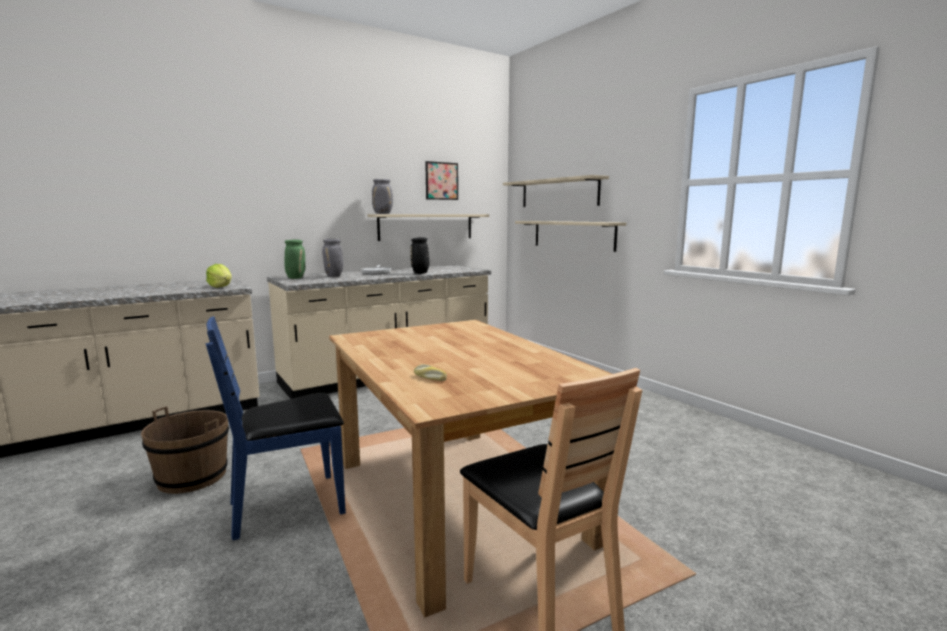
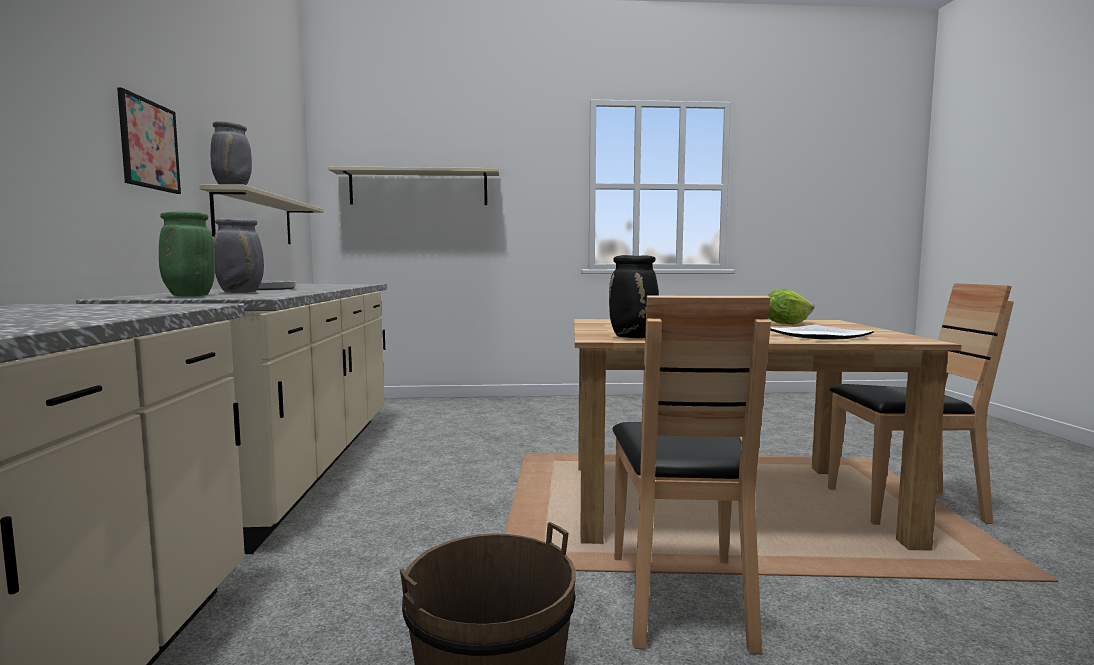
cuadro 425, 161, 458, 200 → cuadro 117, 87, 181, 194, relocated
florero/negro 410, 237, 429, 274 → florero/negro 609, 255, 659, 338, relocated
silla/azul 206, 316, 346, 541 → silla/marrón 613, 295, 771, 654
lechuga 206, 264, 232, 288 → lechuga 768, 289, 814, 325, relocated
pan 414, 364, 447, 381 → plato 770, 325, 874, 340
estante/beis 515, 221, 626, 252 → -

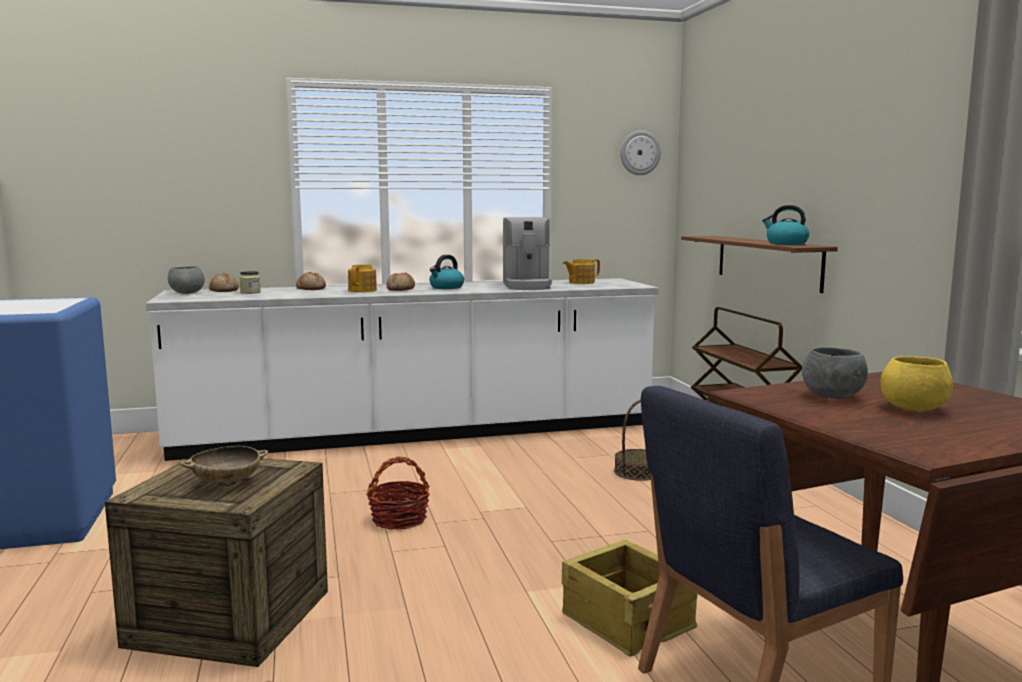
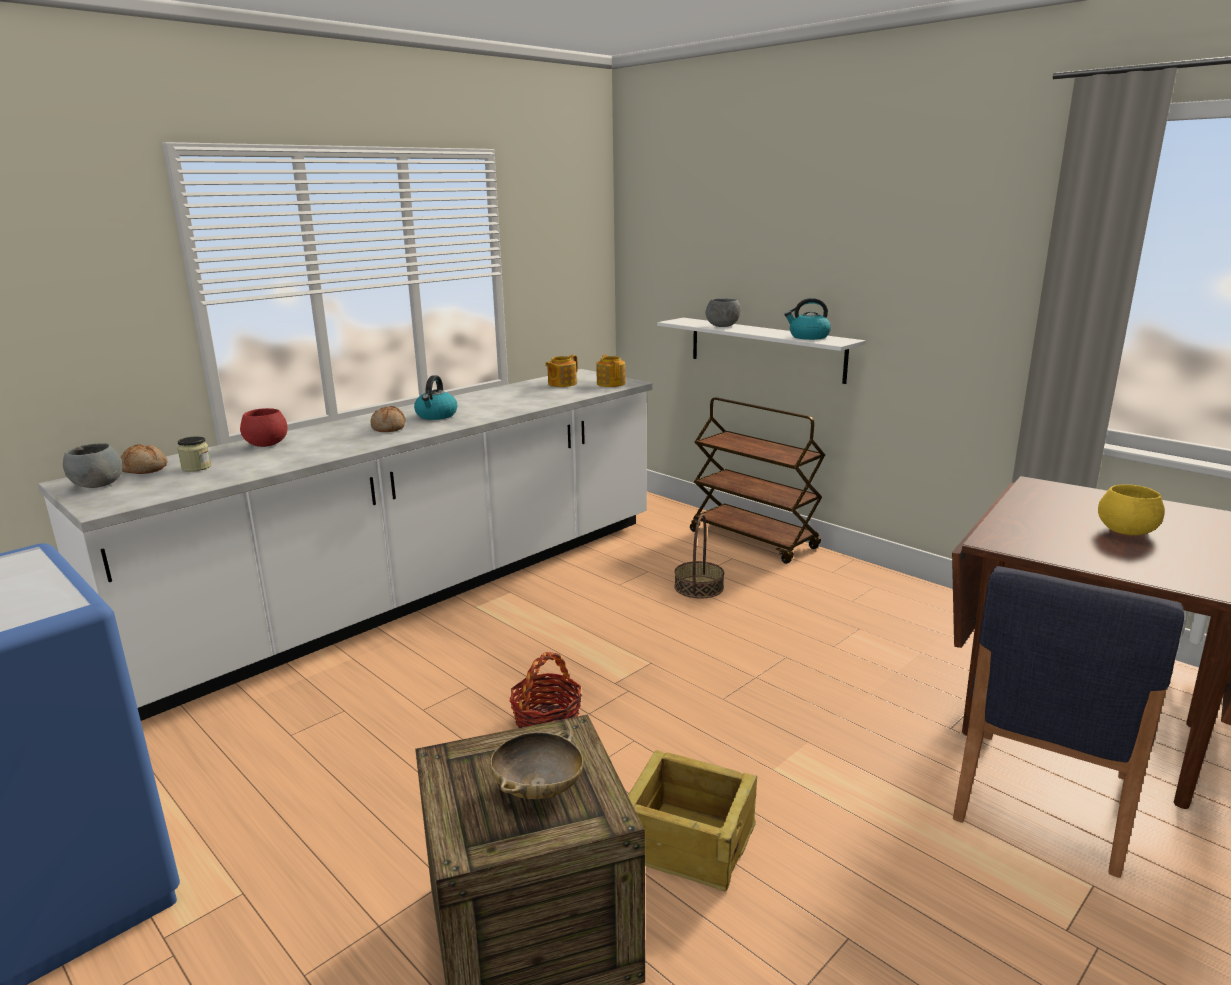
pan 296, 272, 326, 290 → cuenco/rojo 240, 408, 287, 447
tetera 348, 264, 377, 292 → tetera 597, 355, 626, 387, relocated
caja de embalaje 562, 540, 697, 656 → caja de embalaje 628, 750, 757, 891, relocated
estante/marrón 681, 236, 838, 293 → estante/blanco 657, 318, 865, 384
cuenco/gris 802, 347, 868, 399 → cuenco/gris 706, 298, 741, 327, relocated
cafetera 503, 217, 552, 290 → -
reloj de pared 620, 130, 661, 175 → -

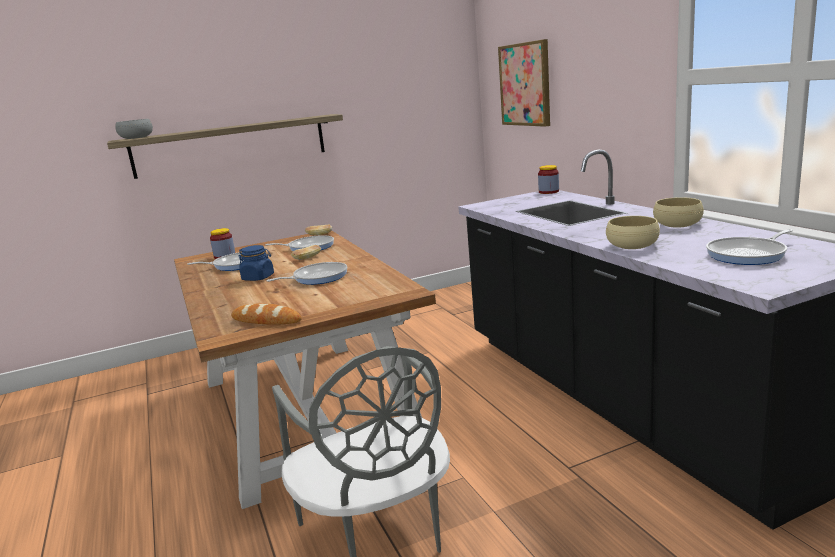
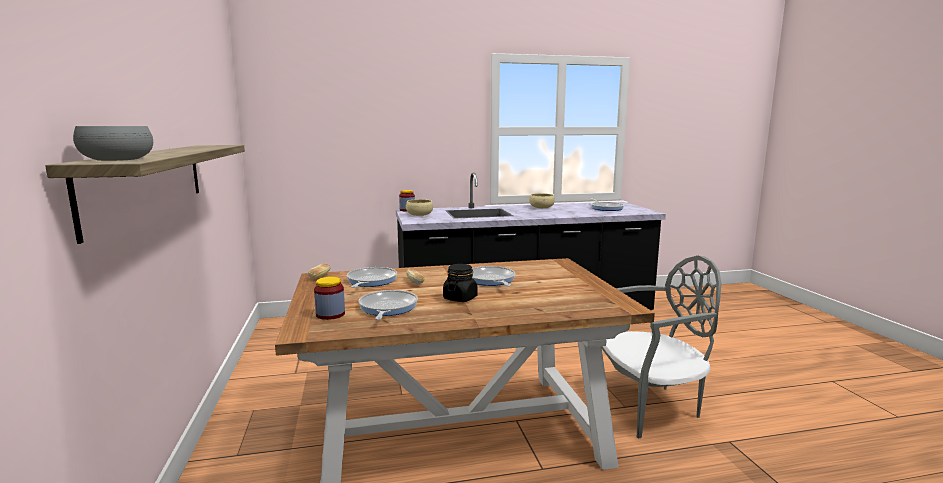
cuenco/beis 606, 216, 660, 249 → cuenco/beis 406, 199, 433, 216, relocated
tarro/azul 239, 245, 274, 281 → tarro/negro 443, 264, 478, 302
pan 231, 303, 302, 325 → -
cuadro 498, 39, 550, 127 → -

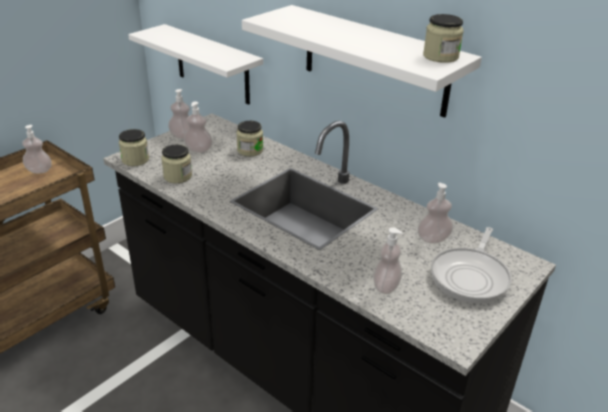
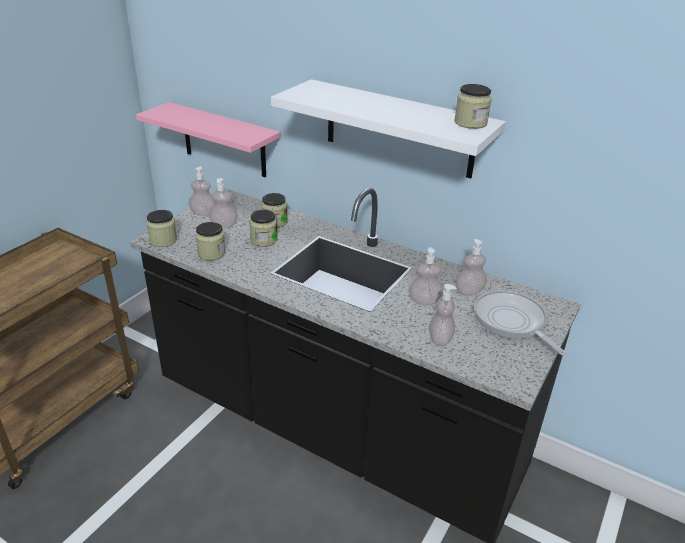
estante/blanco 128, 24, 263, 105 → estante/rosa 136, 102, 281, 177
- → tarro 249, 210, 278, 247
dispensador de jabón 22, 125, 52, 173 → dispensador de jabón 409, 247, 443, 305, relocated
sartén 431, 227, 512, 304 → sartén 474, 291, 566, 355, 135 degrees clockwise

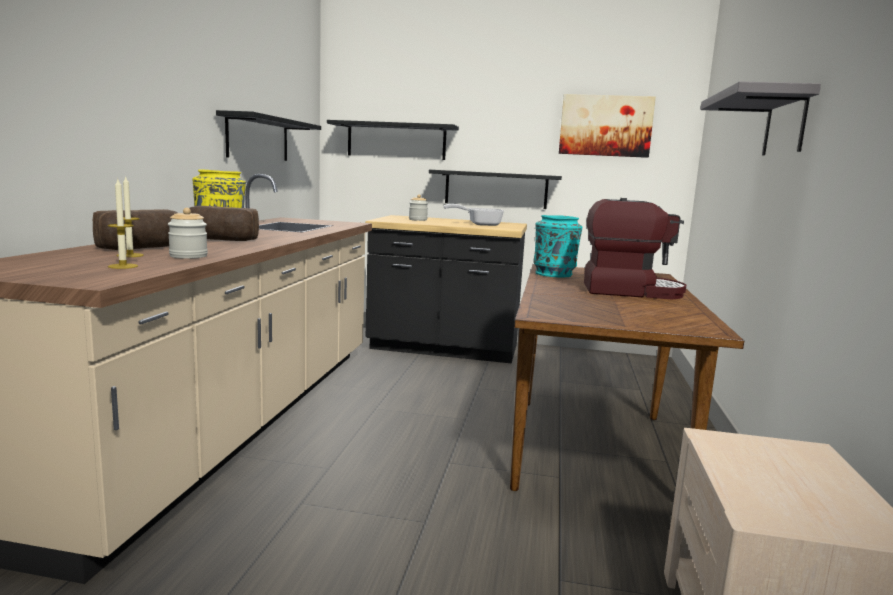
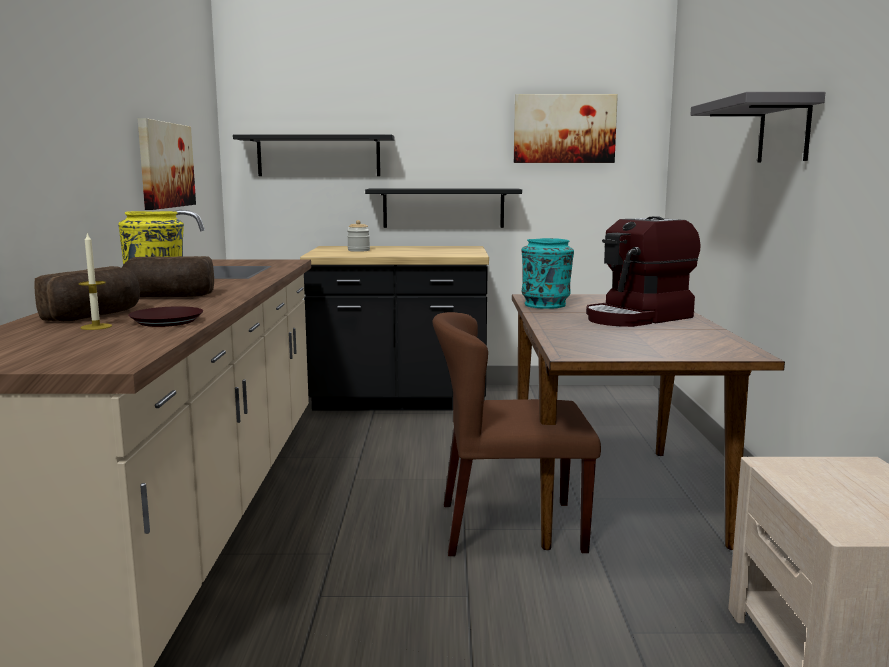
tarro 168, 208, 208, 259 → plato/marrón 128, 306, 203, 327
estante/negro 216, 110, 321, 161 → cuadro 138, 118, 196, 210
- → silla/marrón 433, 312, 601, 556
cafetera 584, 198, 686, 299 → cafetera 586, 216, 701, 327, 150 degrees clockwise
vela 107, 179, 138, 269 → -
sartén 443, 204, 504, 226 → -

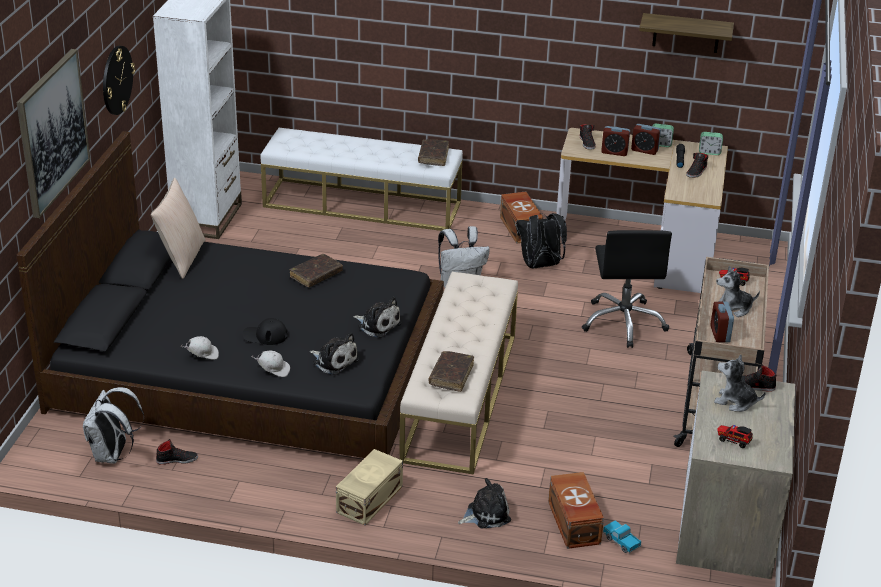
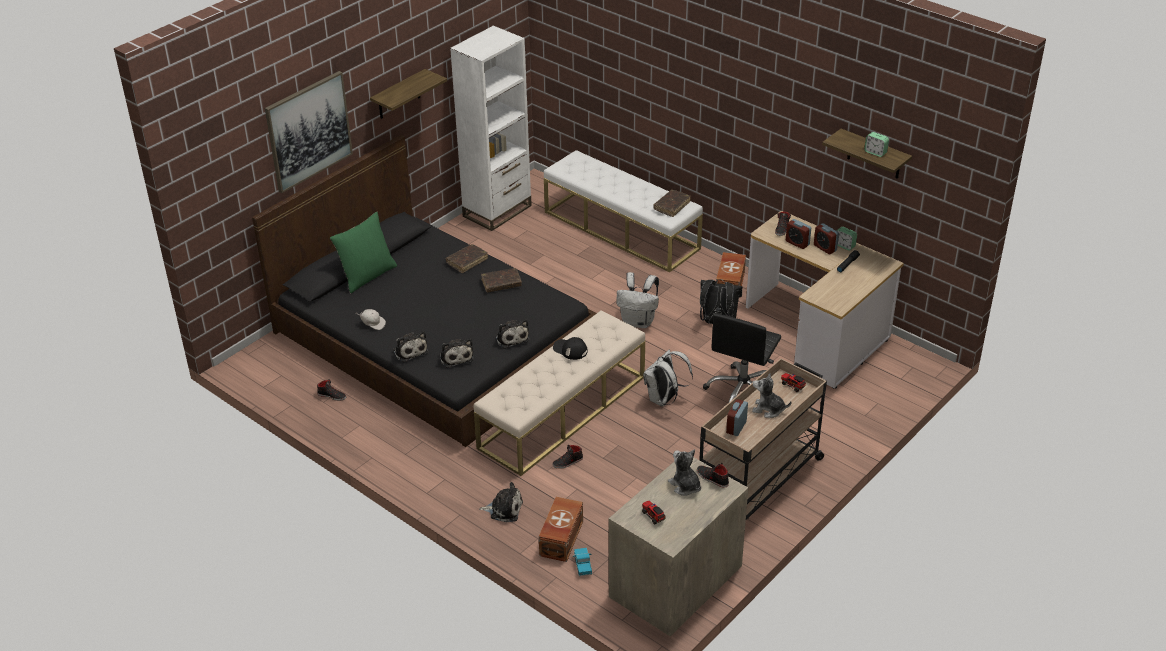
- → cojín/verde 330, 212, 397, 293
reloj de pared 103, 46, 135, 115 → estante 370, 69, 447, 119
gorra/blanco 252, 351, 290, 377 → peluche 393, 331, 428, 362
libro/marrón 429, 351, 474, 392 → libro/marrón 446, 244, 488, 273, relocated
zapato/negro 686, 153, 708, 178 → zapato/negro 552, 445, 583, 469, relocated
gorra/negro 243, 318, 288, 345 → gorra/negro 553, 337, 588, 360, relocated
mochila/blanco 83, 387, 144, 464 → mochila/blanco 643, 350, 693, 406, relocated
despertador 699, 132, 723, 155 → despertador 864, 132, 889, 157, relocated
cojín/beis 151, 178, 205, 279 → -
caja de almacenaje/beis 336, 449, 403, 525 → -

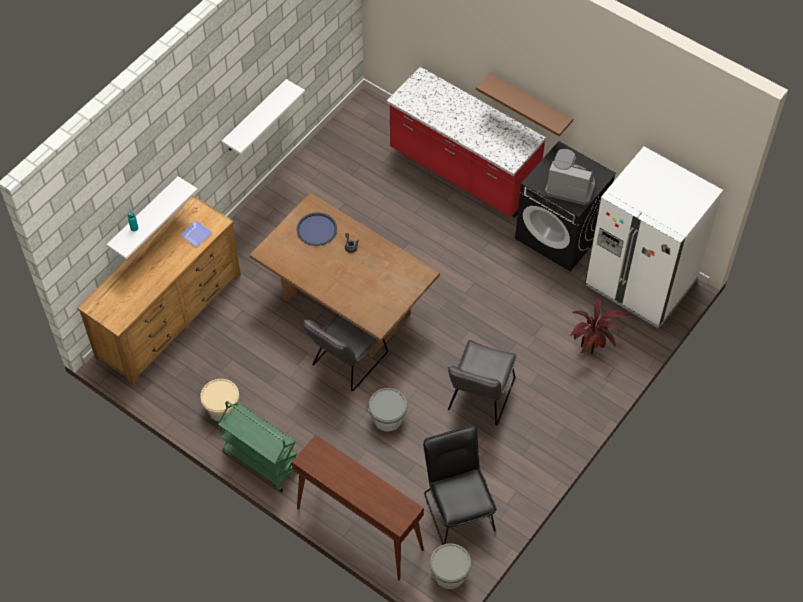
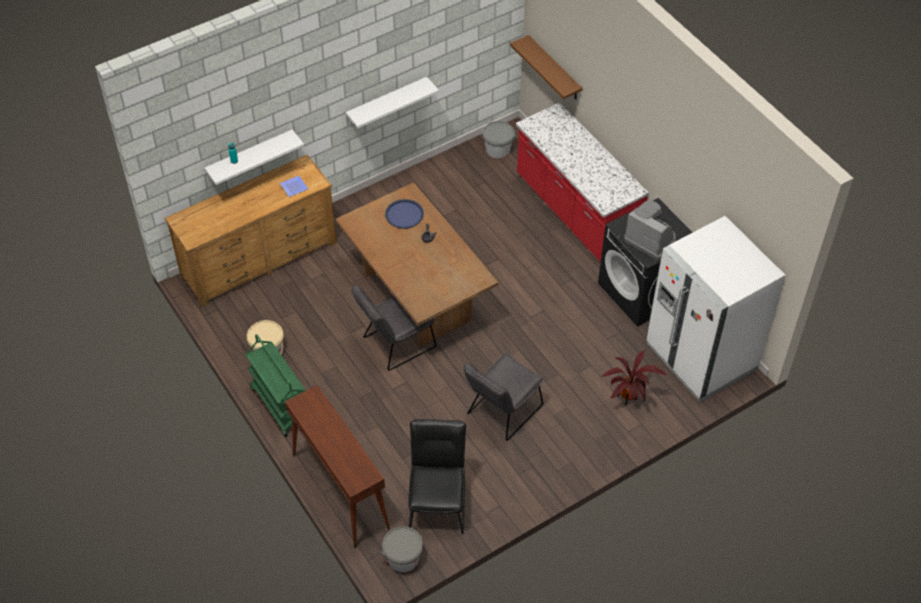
cubo/gris 366, 388, 408, 431 → cubo/gris 481, 121, 516, 158, relocated
estante/marrón 476, 73, 573, 136 → estante/marrón 510, 35, 583, 100, relocated

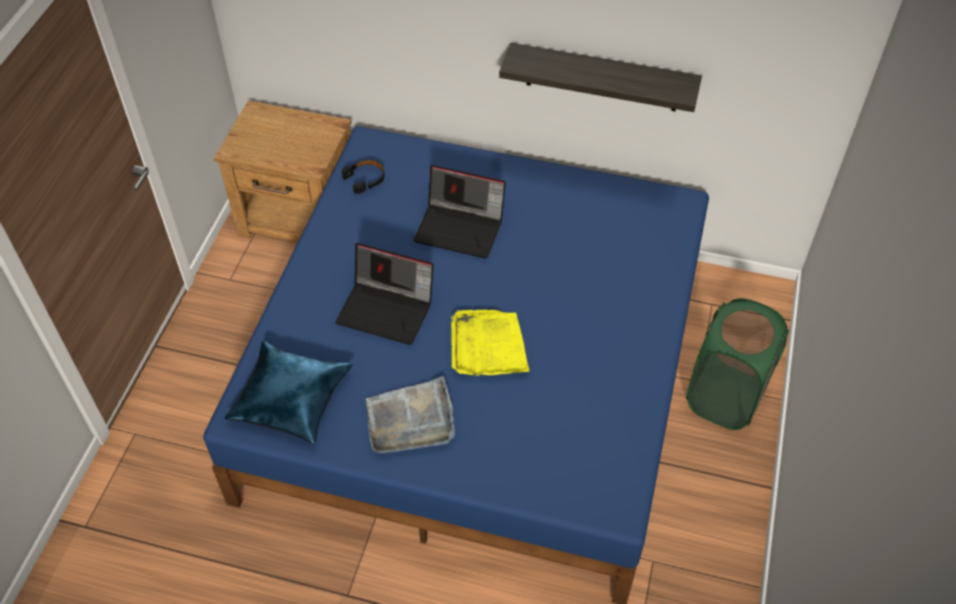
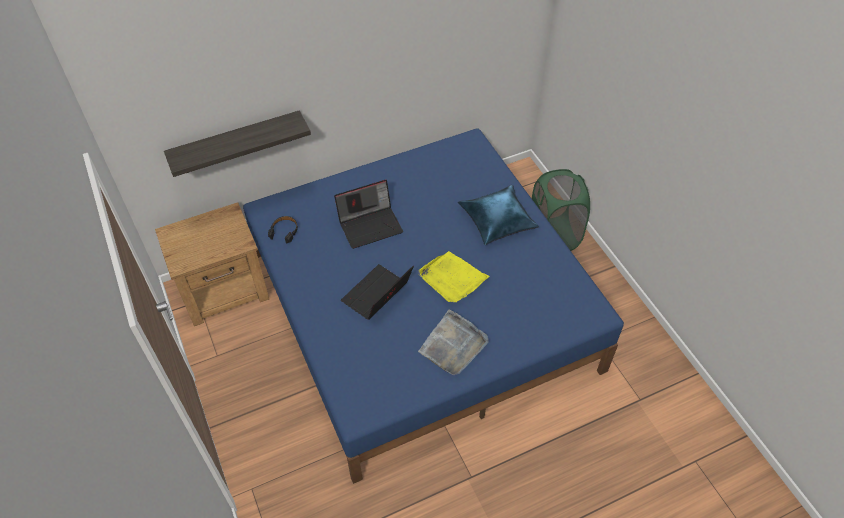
estante 499, 43, 702, 112 → estante 164, 111, 311, 177, relocated
portátil 335, 243, 434, 345 → portátil 341, 264, 414, 320, 150 degrees clockwise
cojín/azul 225, 341, 353, 444 → cojín/azul 458, 185, 539, 245, relocated

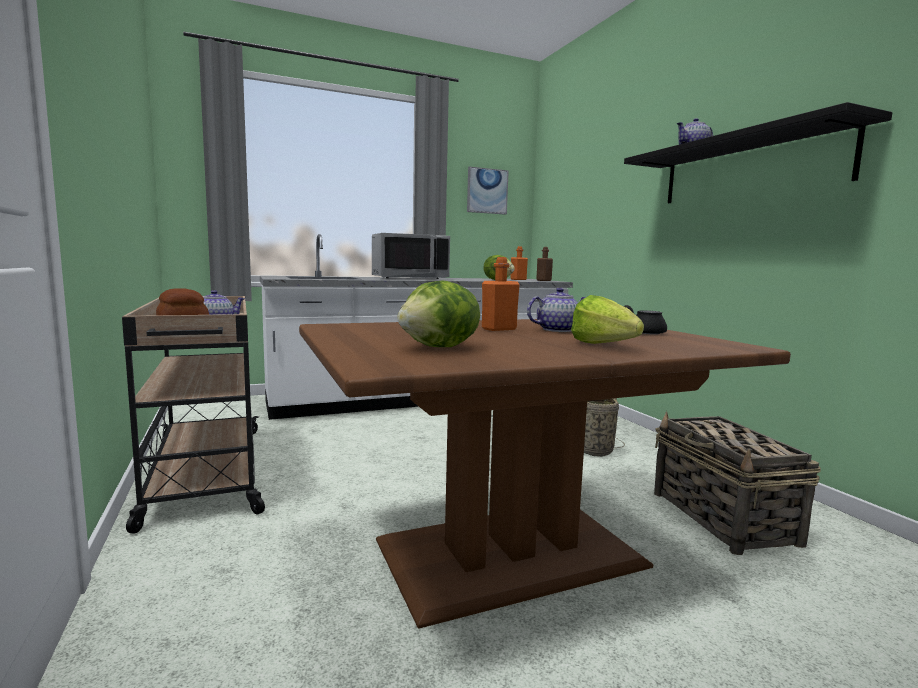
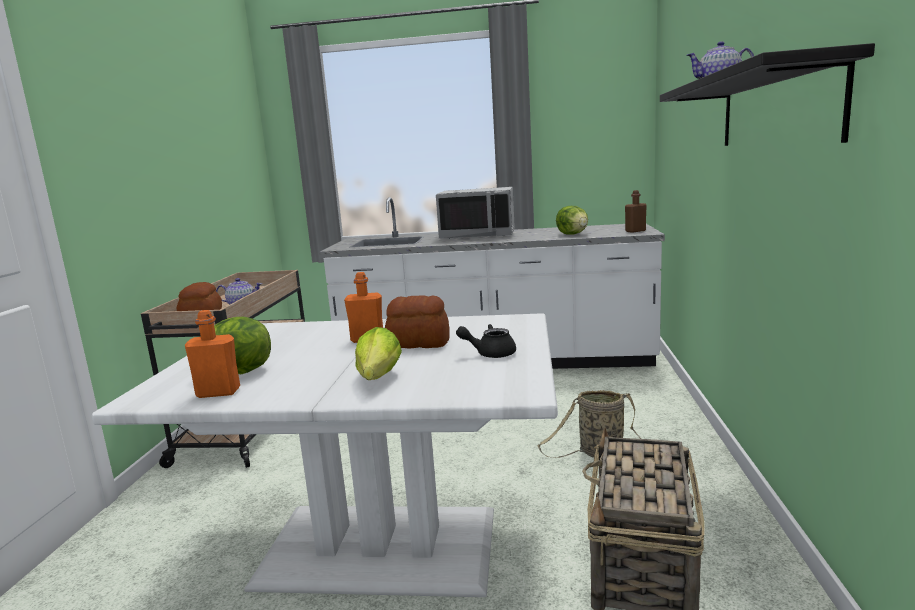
mesa de comedor/marrón 299, 319, 791, 629 → mesa de comedor/blanco 92, 313, 558, 597
botella/naranja 510, 246, 528, 280 → botella/naranja 185, 310, 240, 398, relocated
tetera 527, 288, 586, 332 → pan 385, 295, 450, 348
cuadro 467, 166, 509, 215 → -

